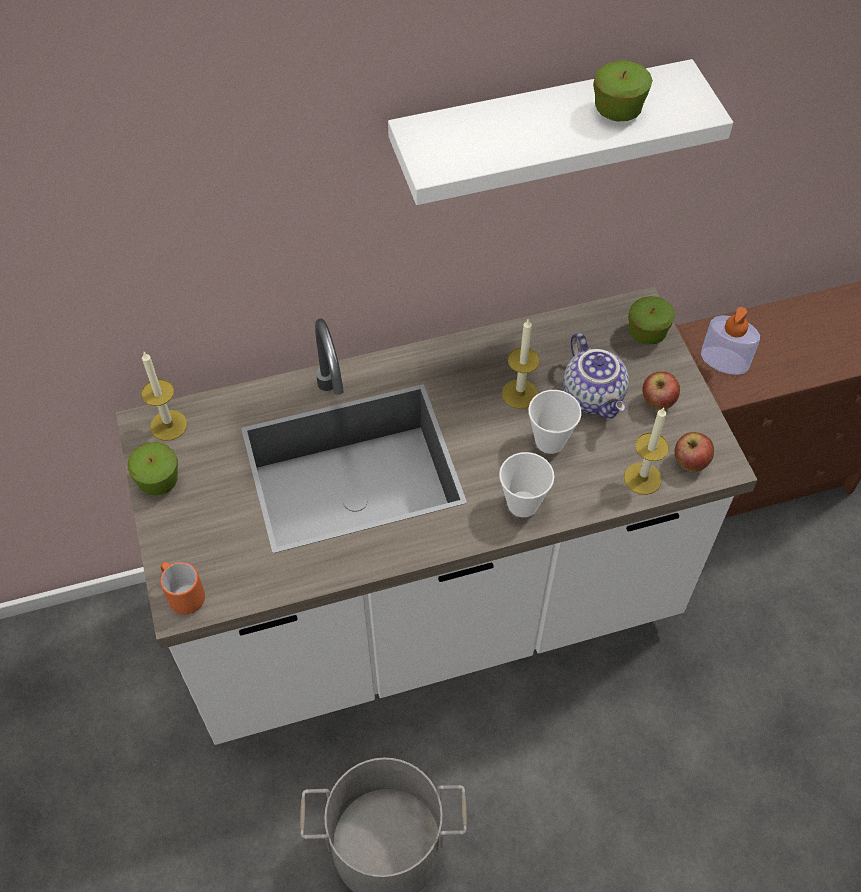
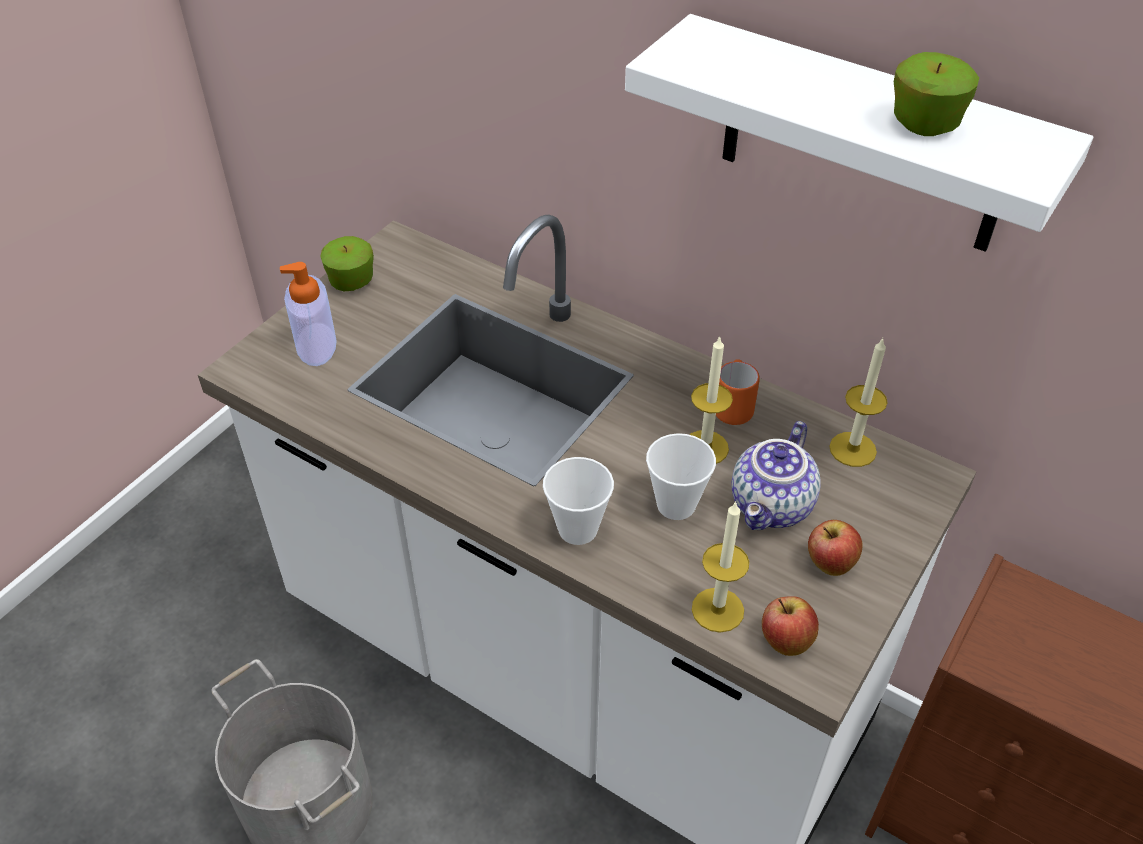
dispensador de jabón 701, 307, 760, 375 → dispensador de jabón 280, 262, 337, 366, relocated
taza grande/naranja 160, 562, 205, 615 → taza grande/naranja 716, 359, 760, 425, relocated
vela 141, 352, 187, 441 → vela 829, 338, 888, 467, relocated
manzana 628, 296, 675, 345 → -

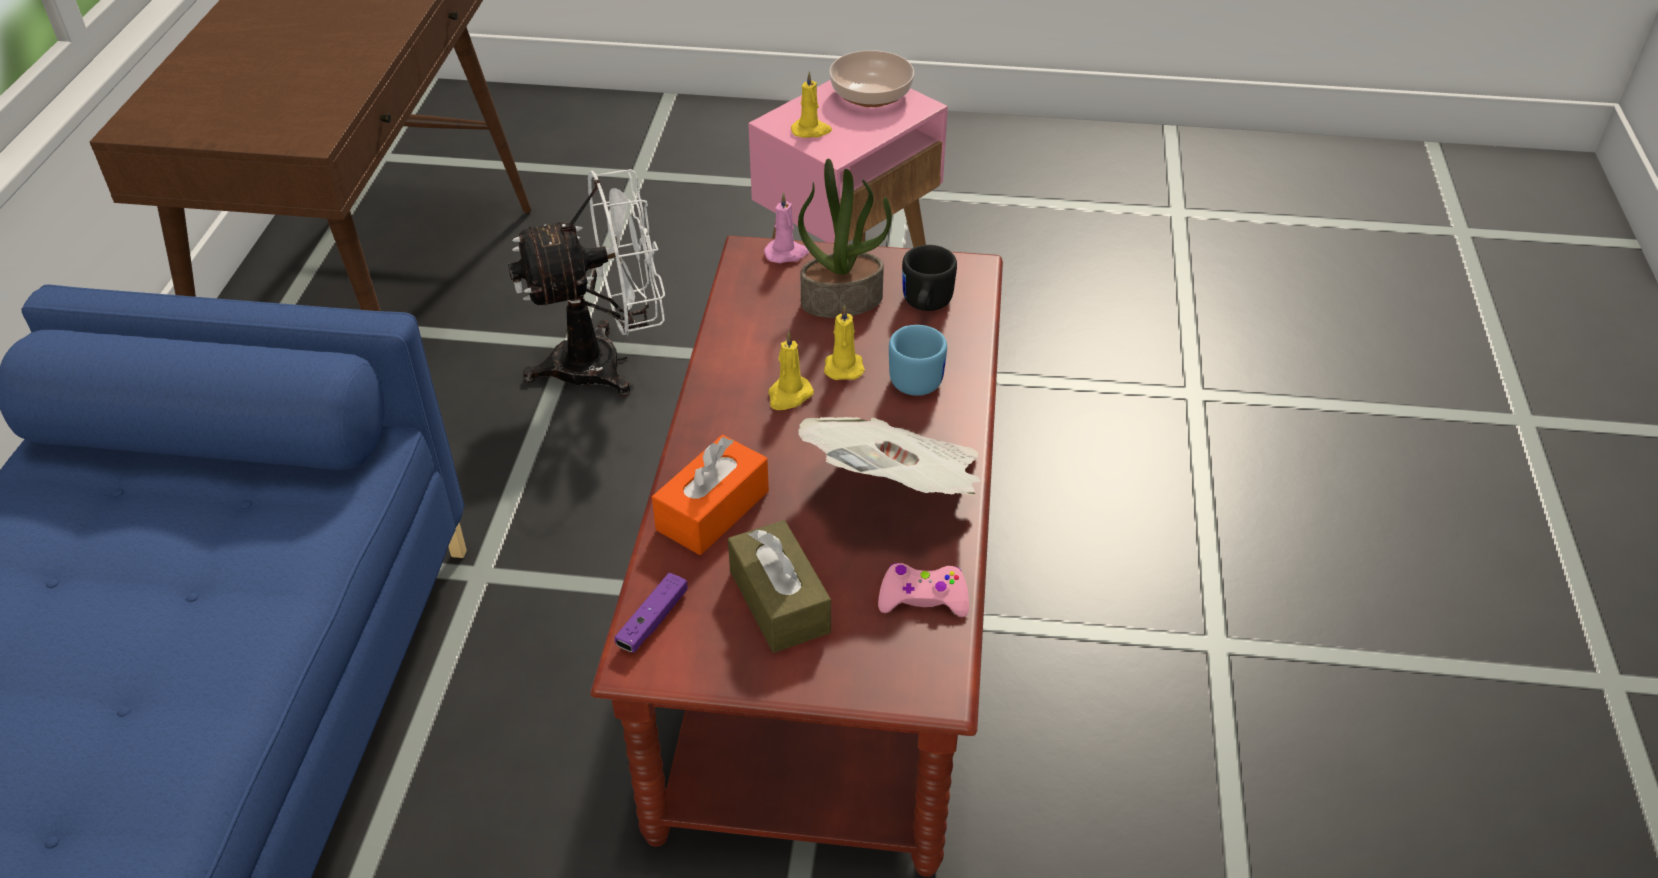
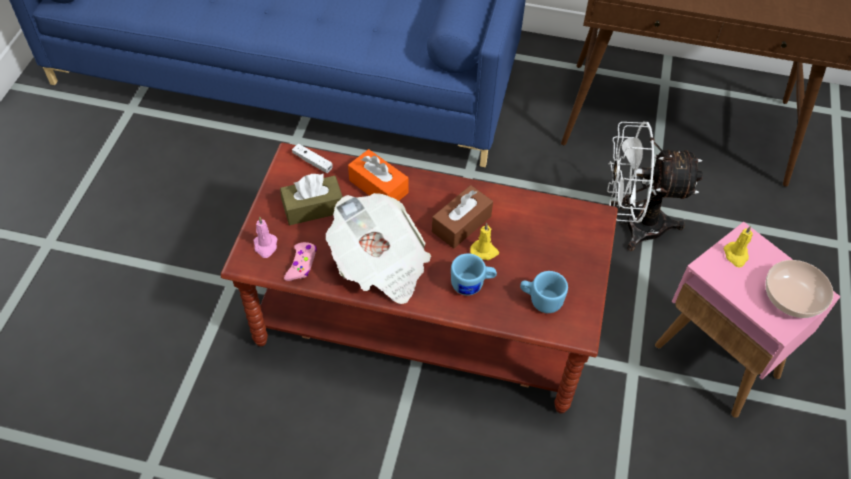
vela/rosa 764, 192, 809, 263 → vela/rosa 254, 216, 277, 258, relocated
mando de consola/morado 615, 573, 688, 653 → mando de consola/blanco 292, 144, 333, 173
vela/amarillo 768, 331, 814, 410 → caja de pañuelos/marrón 432, 185, 493, 248
taza grande/negro 902, 245, 957, 311 → taza grande/azul 520, 271, 568, 313
ventilador/blanco 508, 169, 665, 396 → ventilador/blanco 607, 122, 703, 251, 105 degrees clockwise
planta en maceta 798, 159, 892, 318 → -

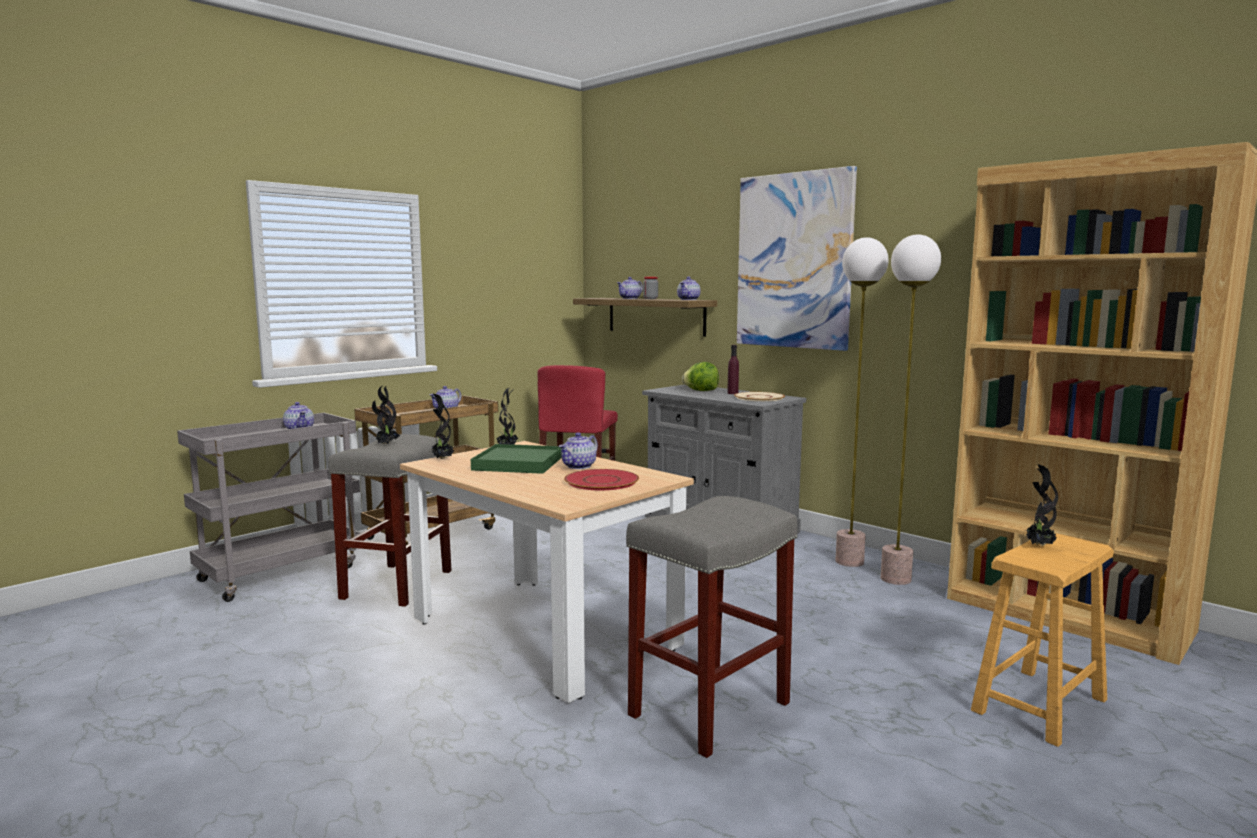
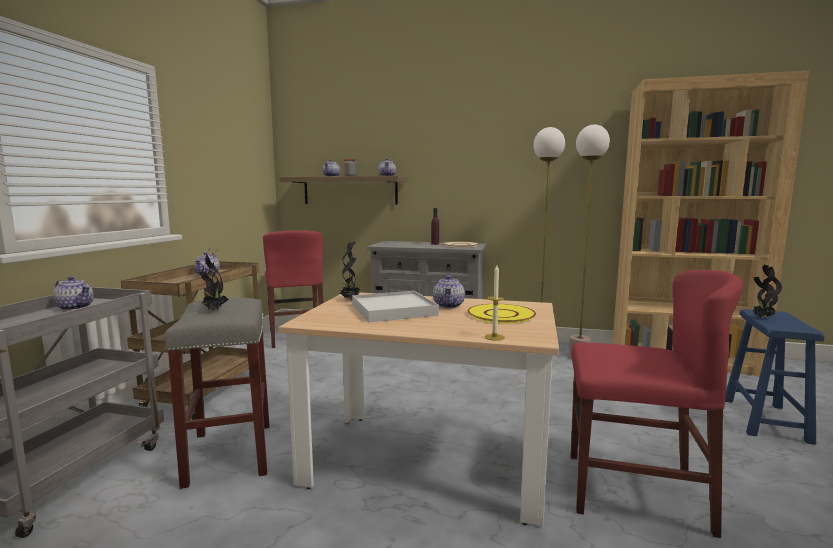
bandeja/verde 471, 444, 562, 474 → bandeja/blanco 352, 291, 439, 322
plato/rojo 564, 469, 639, 490 → plato/amarillo 467, 304, 536, 324
- → vela 485, 265, 505, 341
taburete/gris 626, 496, 798, 758 → silla/rojo 571, 270, 743, 538
taburete/marrón 971, 533, 1114, 747 → taburete/azul 725, 309, 825, 445
planta en maceta 429, 394, 454, 459 → -
lechuga 682, 362, 719, 391 → -
cuadro 737, 166, 857, 351 → -

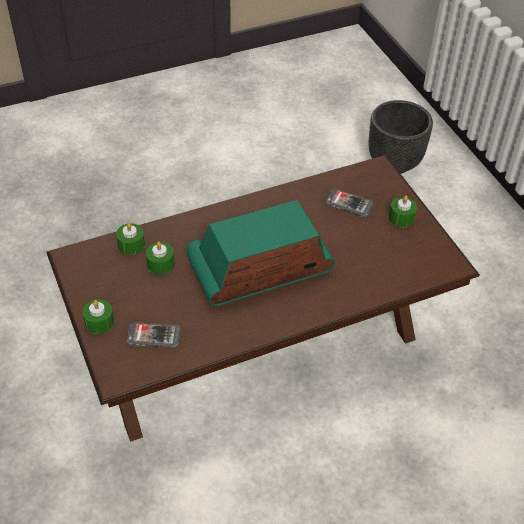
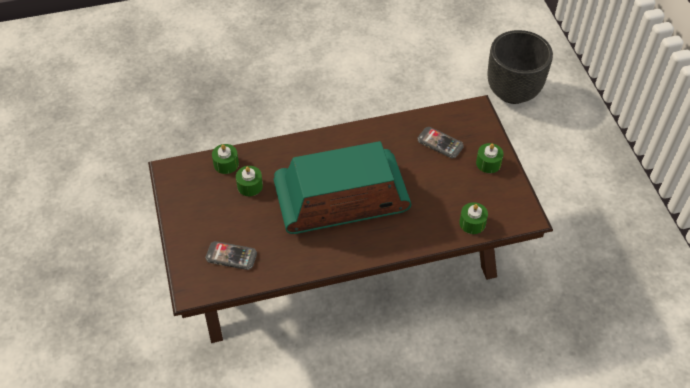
vela/verde 82, 299, 114, 334 → vela/verde 459, 202, 488, 234, relocated

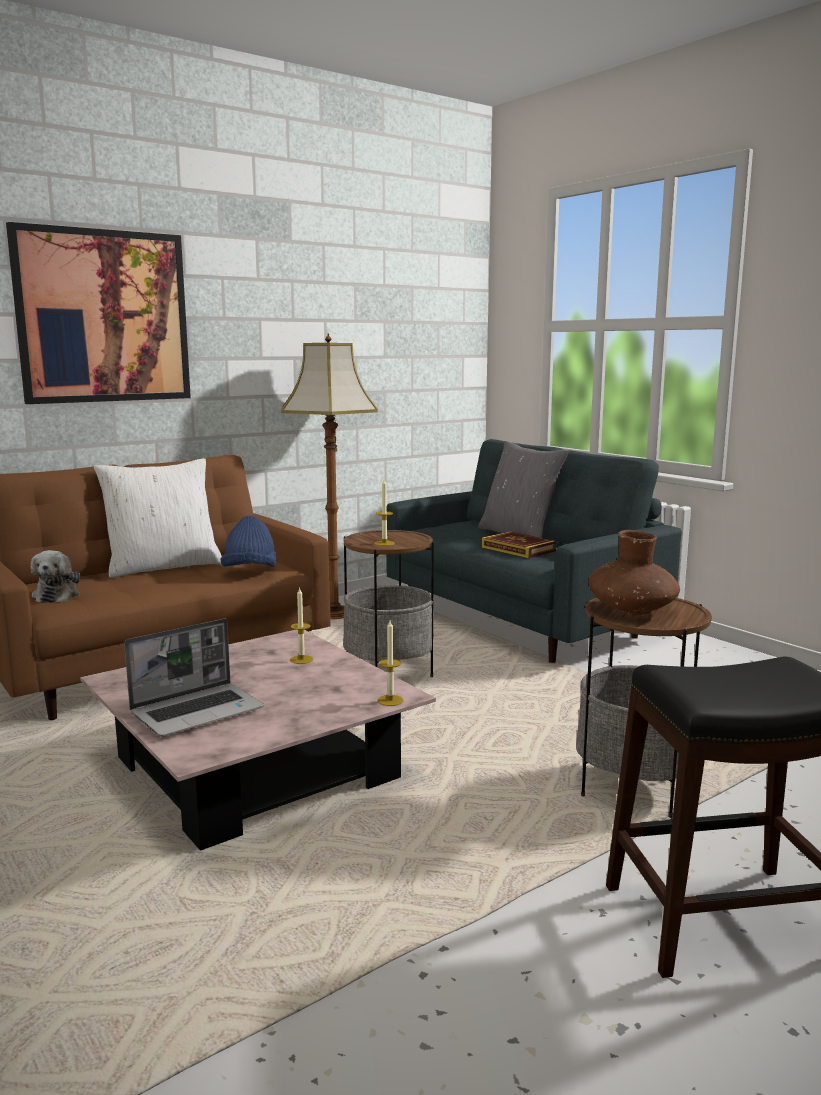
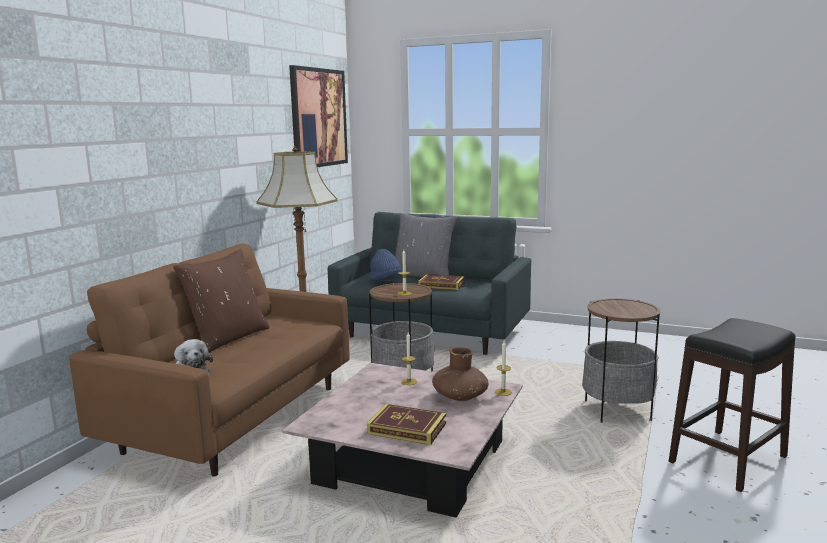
cojín/blanco 94, 458, 222, 578 → cojín/marrón 173, 249, 270, 353
cuadro 6, 222, 191, 404 → cuadro 289, 65, 348, 167, relocated
portátil 124, 618, 264, 736 → libro 367, 404, 446, 445
sombrero/azul 220, 515, 276, 567 → sombrero/azul 369, 249, 403, 280, relocated
florero/marrón 589, 530, 680, 615 → florero/marrón 432, 347, 489, 401, relocated

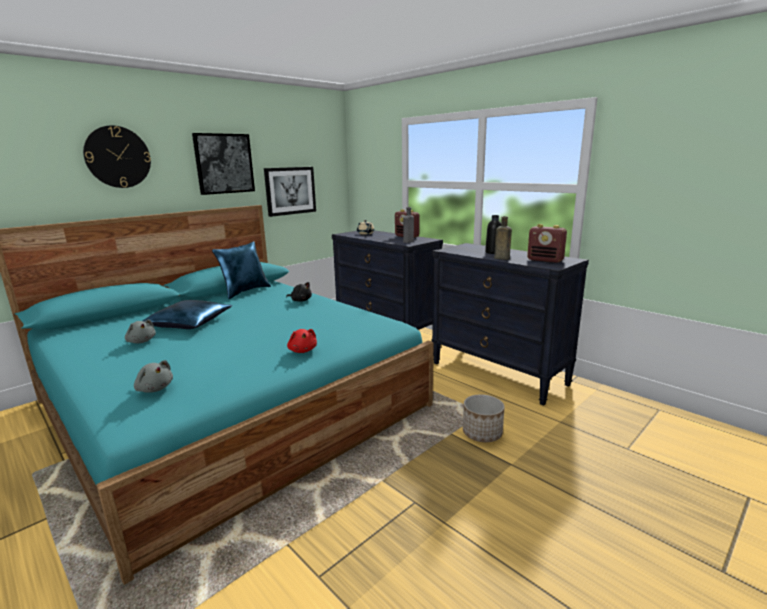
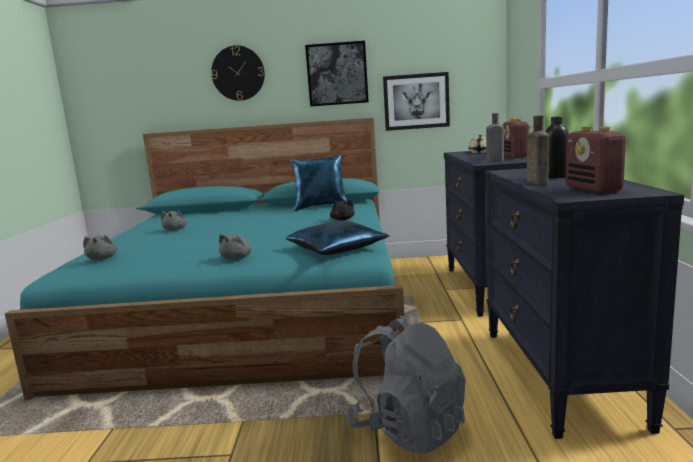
peluche/rojo 287, 329, 317, 353 → peluche/gris 219, 234, 252, 259
cojín/azul 143, 300, 232, 329 → cojín/azul 285, 221, 390, 255, relocated
maceta 463, 394, 505, 442 → mochila/gris 346, 316, 466, 454

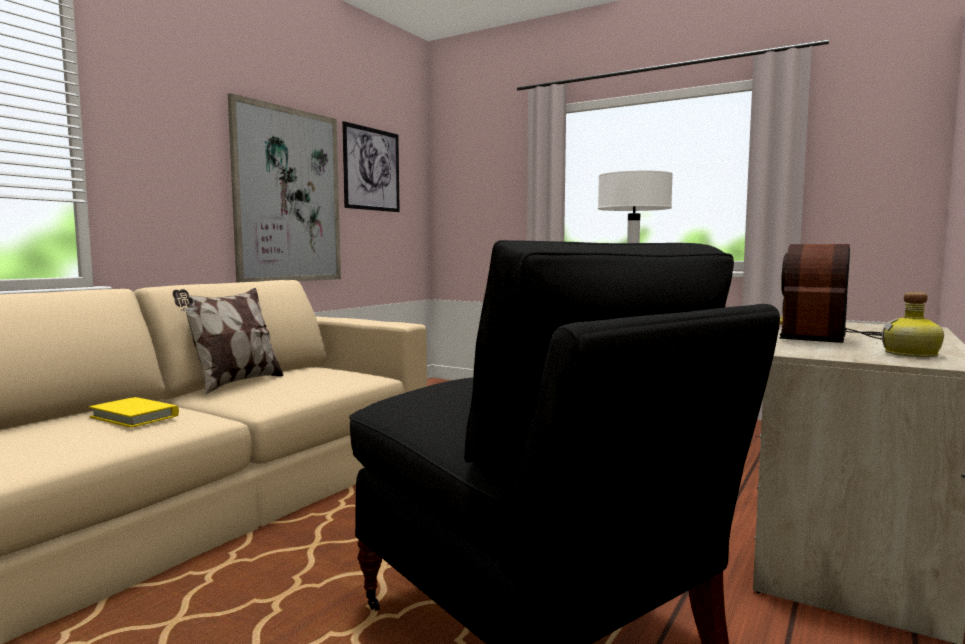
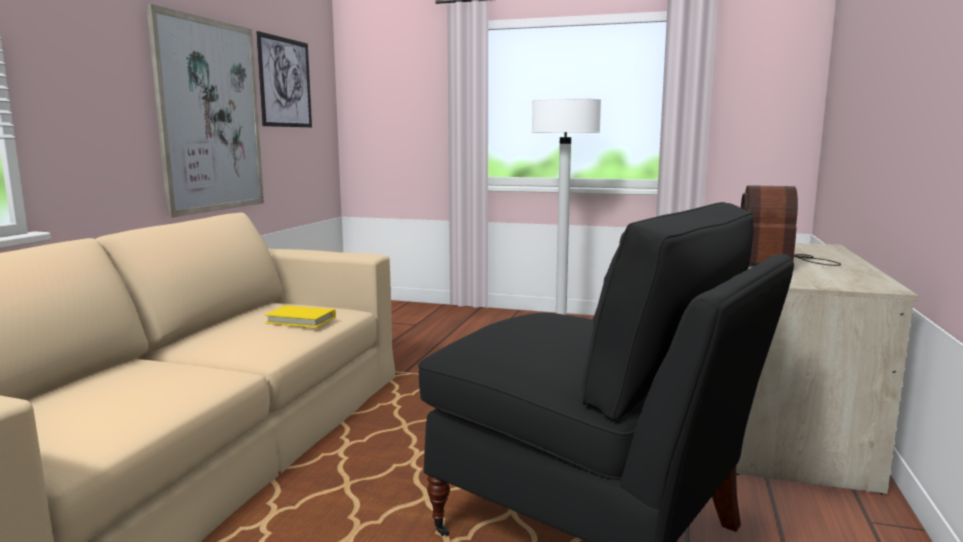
libro/amarillo 89, 397, 179, 428 → libro/amarillo 265, 305, 336, 328, relocated
cojín 172, 288, 284, 395 → -
botella 882, 292, 944, 357 → -

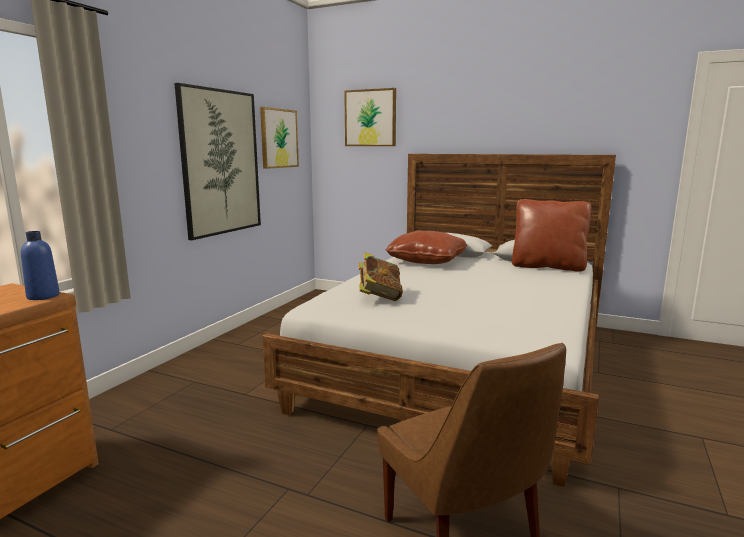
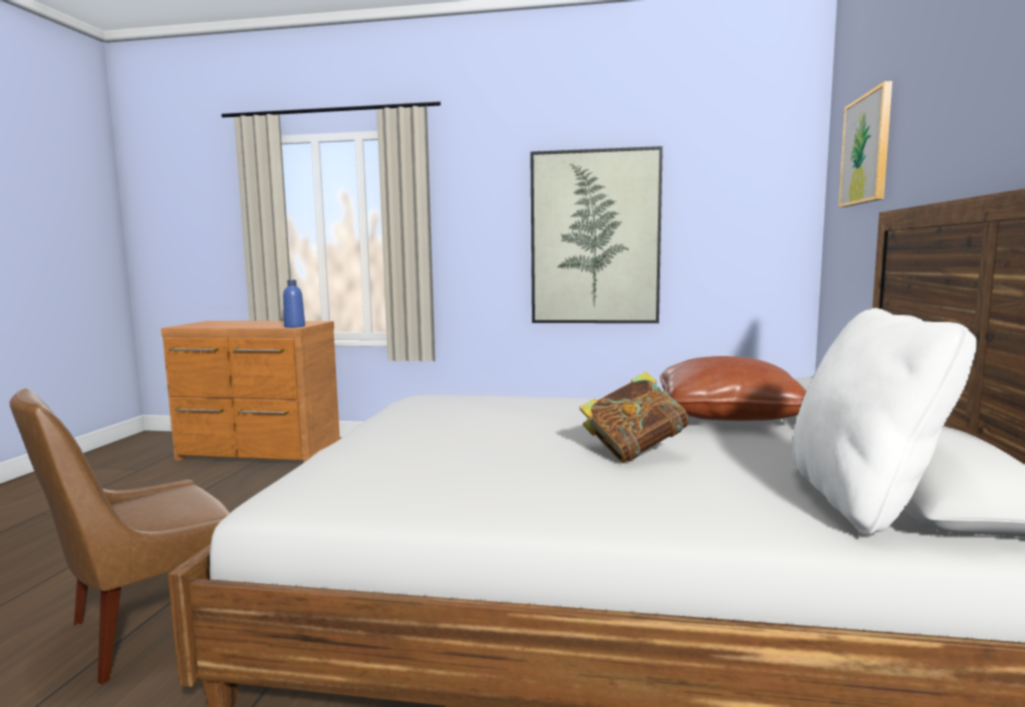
libro 359, 252, 403, 301 → libro 579, 372, 690, 463, relocated
cojín/marrón 512, 199, 591, 272 → cojín/blanco 793, 308, 977, 535
cuadro 260, 107, 299, 169 → -

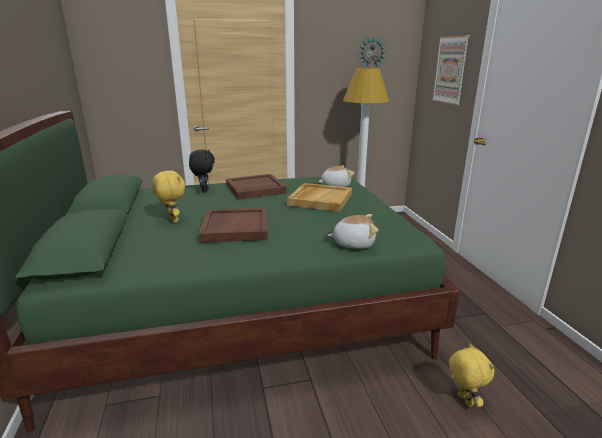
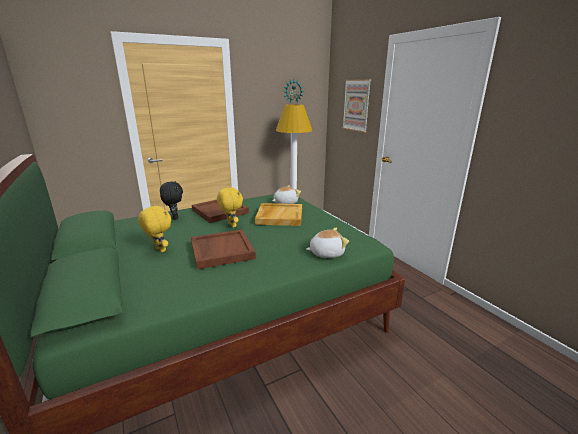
peluche/amarillo 449, 343, 494, 407 → peluche/amarillo 217, 187, 243, 228, relocated

